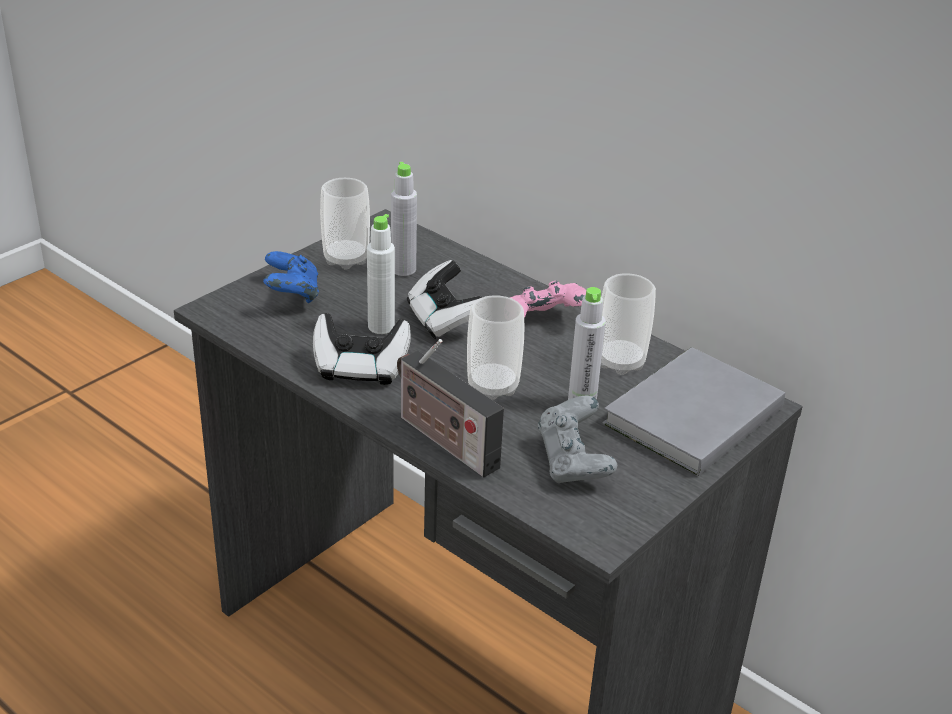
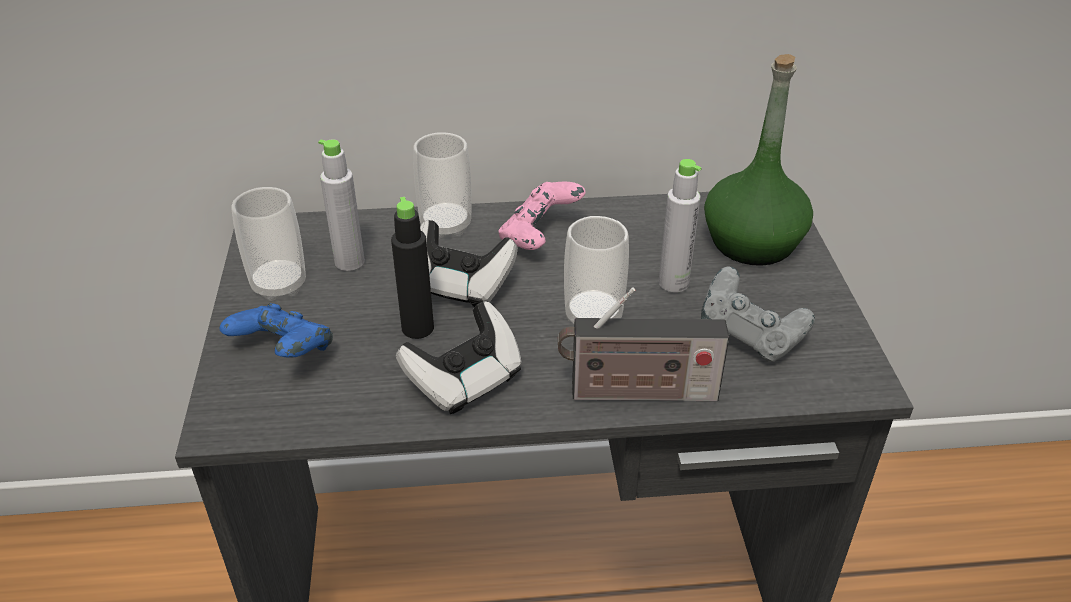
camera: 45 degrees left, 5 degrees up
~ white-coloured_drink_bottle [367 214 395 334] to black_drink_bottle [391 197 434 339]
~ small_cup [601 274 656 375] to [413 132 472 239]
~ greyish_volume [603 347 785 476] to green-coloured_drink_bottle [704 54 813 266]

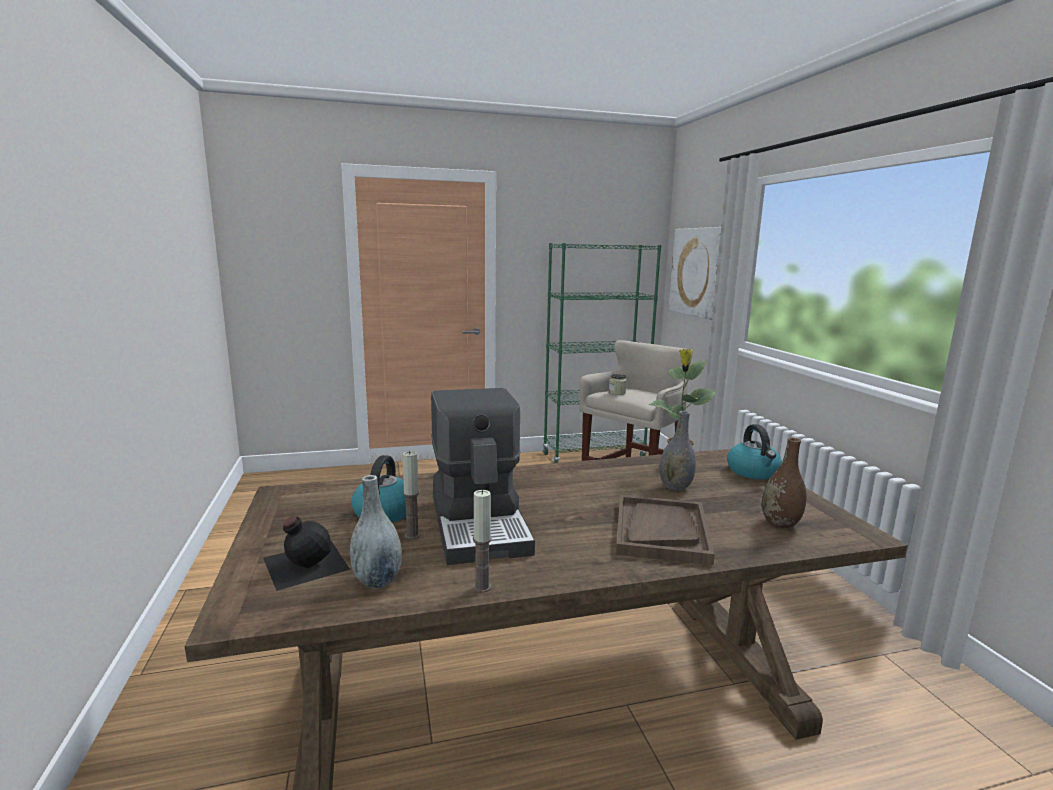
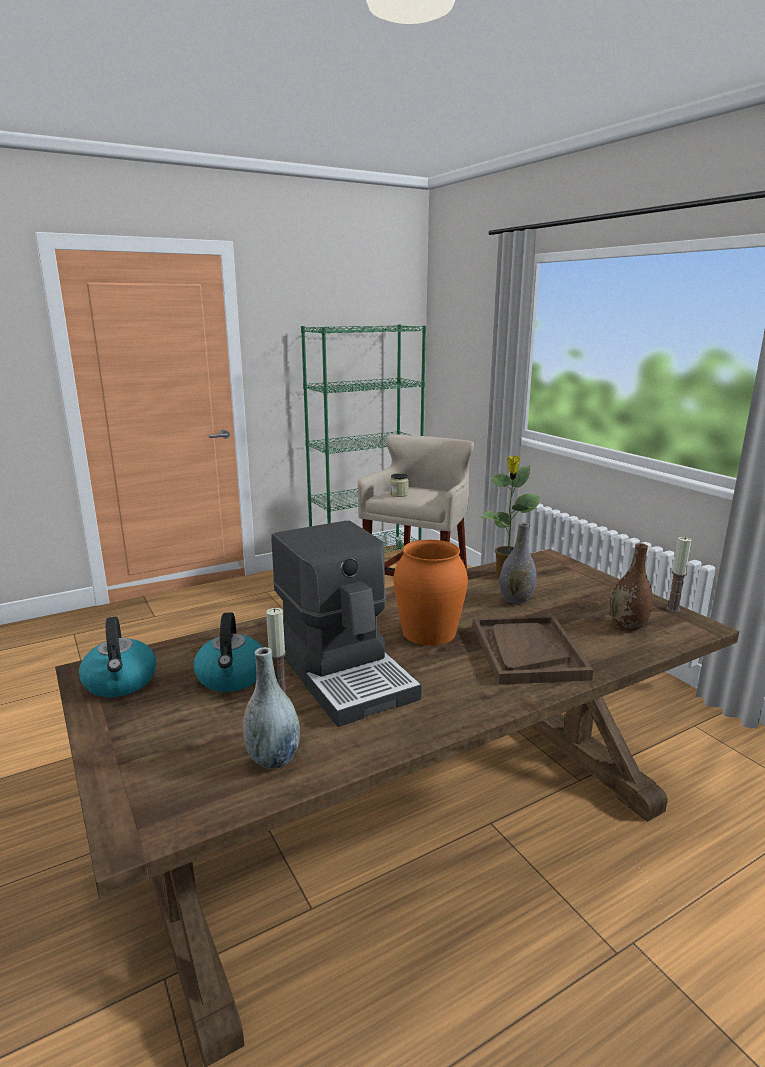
camera: 15 degrees left, 5 degrees up
~ water_kettle [727 424 782 479] to [79 617 157 697]
+ orange_decorative_vase [394 540 468 645]
~ candle [473 490 492 593] to [666 537 692 612]
- black_drink_bottle [263 516 350 591]
- picture [669 227 721 320]

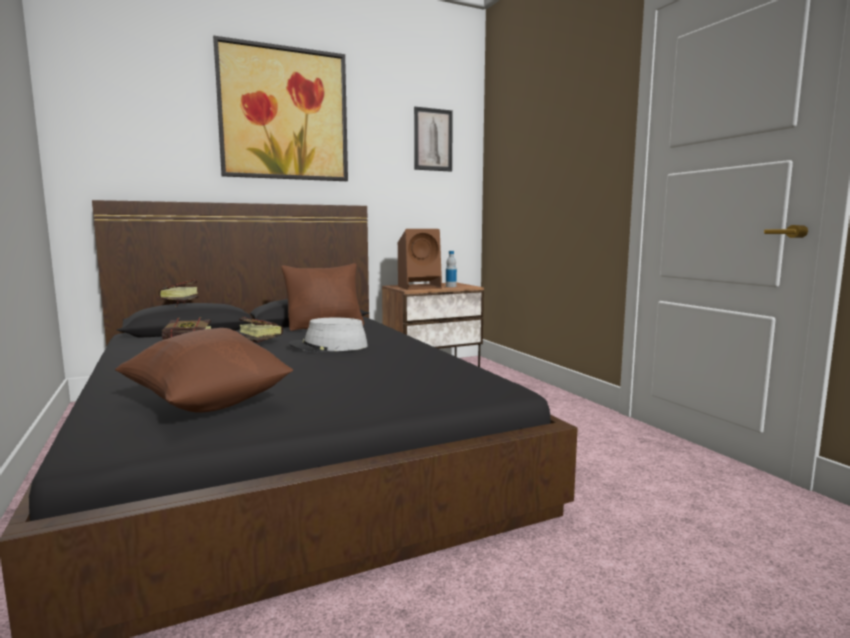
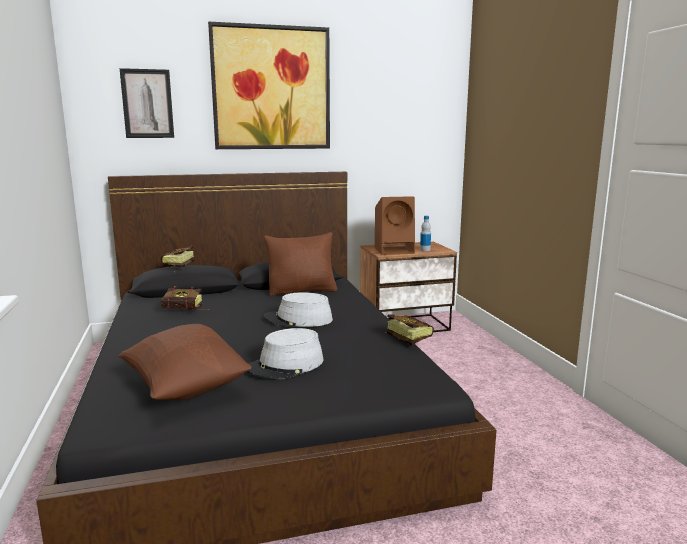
camera: 10 degrees right, 5 degrees up
~ picture [414 107 453 172] to [120 68 174 138]
+ greyish_hat [247 328 323 379]
~ volume [239 317 283 343] to [385 314 434 345]

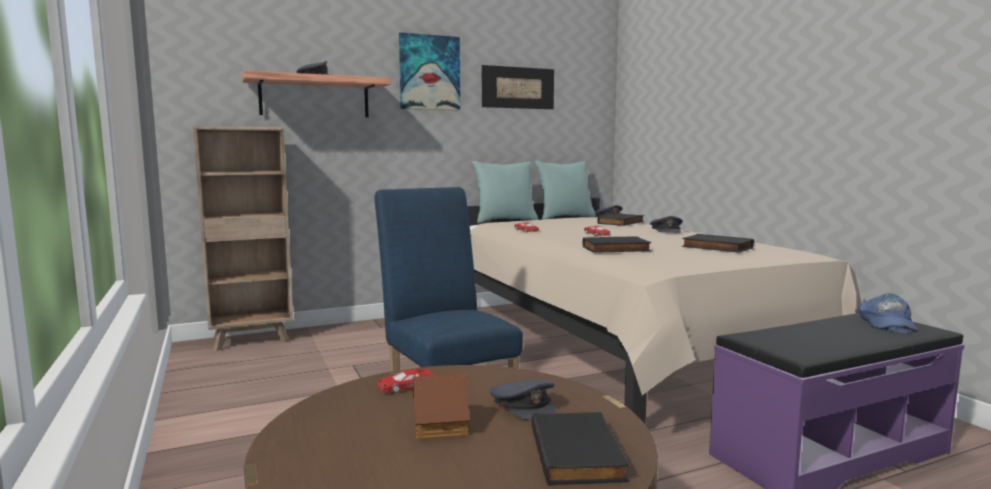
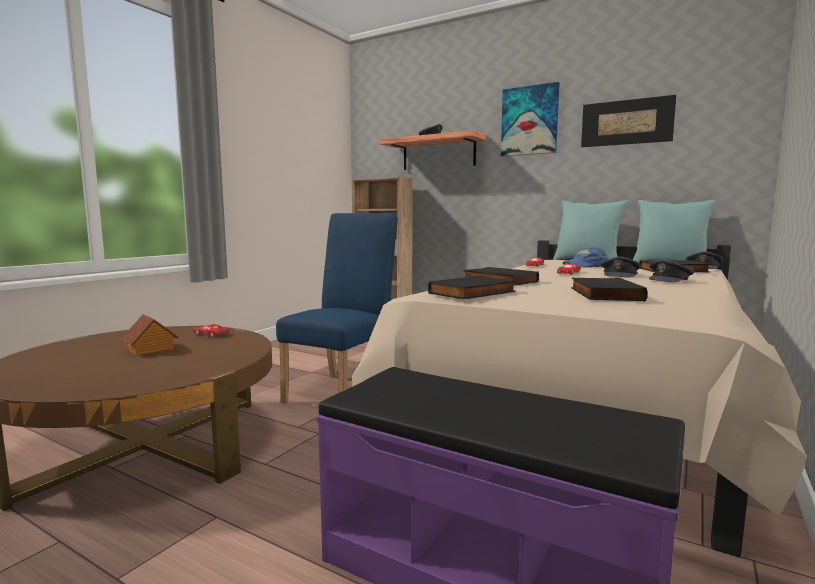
camera: 55 degrees right, 0 degrees up
~ black_volume [532 412 629 486] to [428 276 516 300]
~ bluish_cap [855 293 918 333] to [562 248 608 268]
~ greyish_cap [490 380 556 420] to [601 256 641 278]

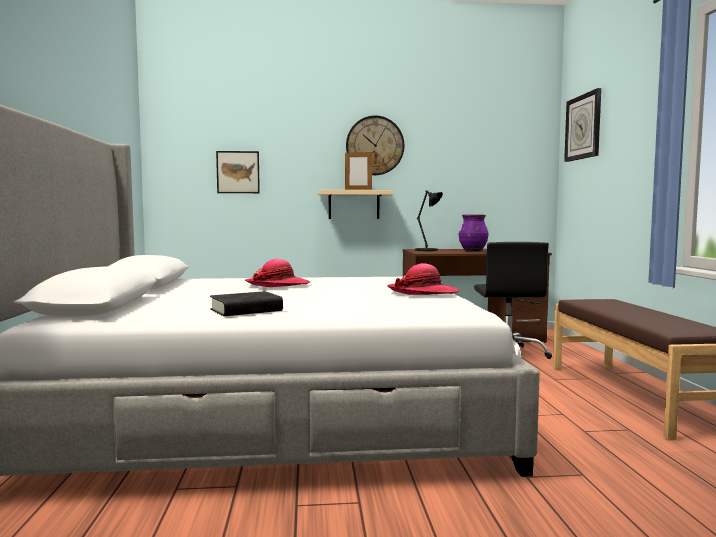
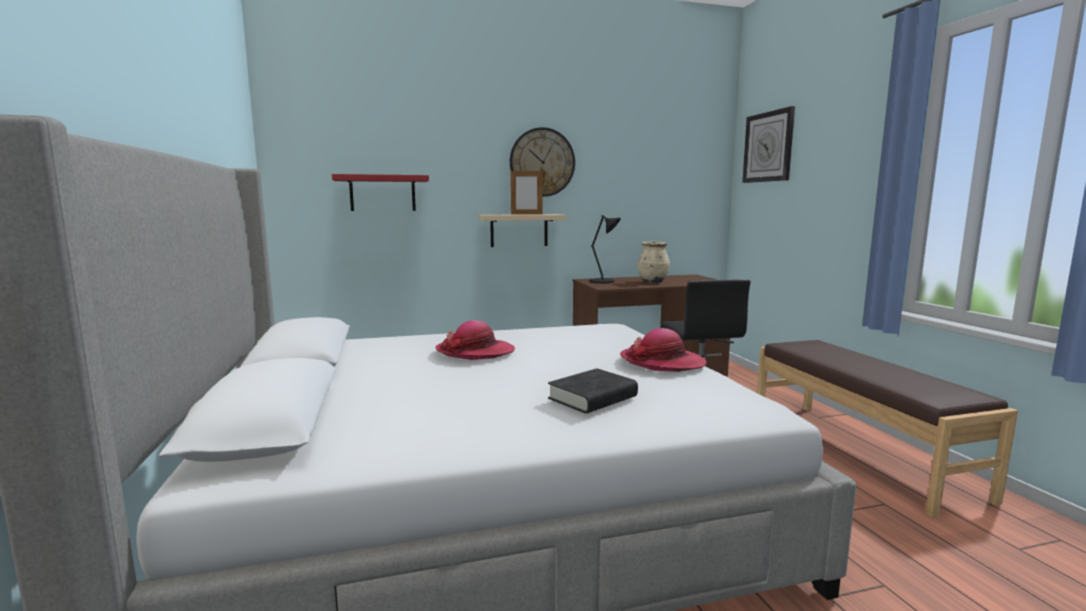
camera: 10 degrees left, 5 degrees up
~ picture [216 151 260 193] to reddish_wall_shelf [332 174 429 211]
~ black_volume [210 291 283 316] to [548 368 638 414]
~ purple_decorative_vase [459 215 488 252] to sand-coloured_decorative_vase [637 242 670 283]

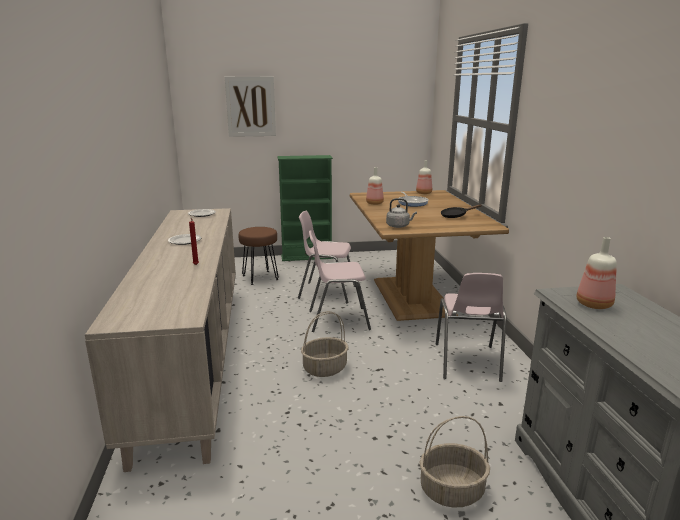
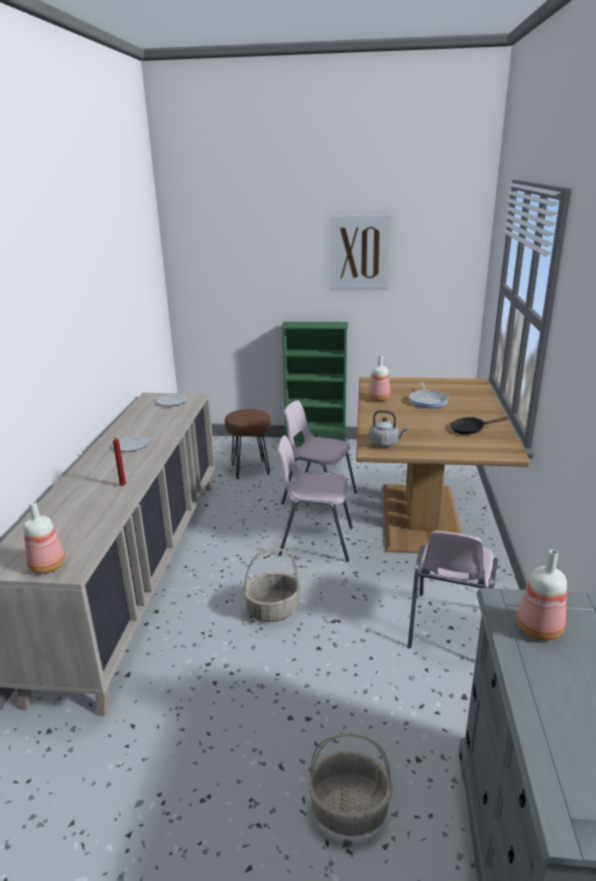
camera: 15 degrees right, 5 degrees up
~ drink_bottle [416 160 432 194] to [24 501 65 574]
~ picture [225 76 276 137] to [330 215 391 289]

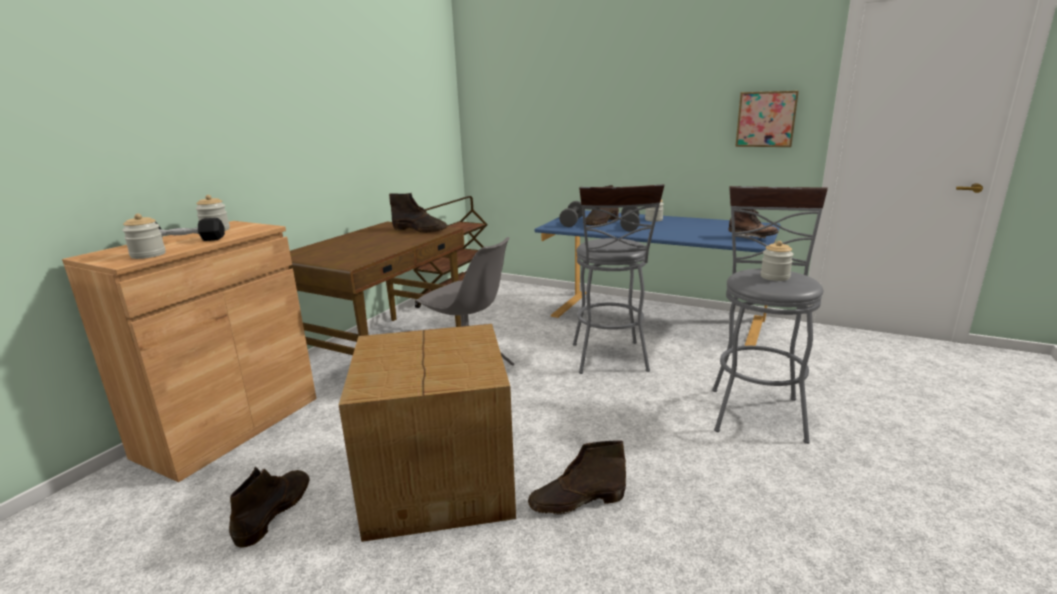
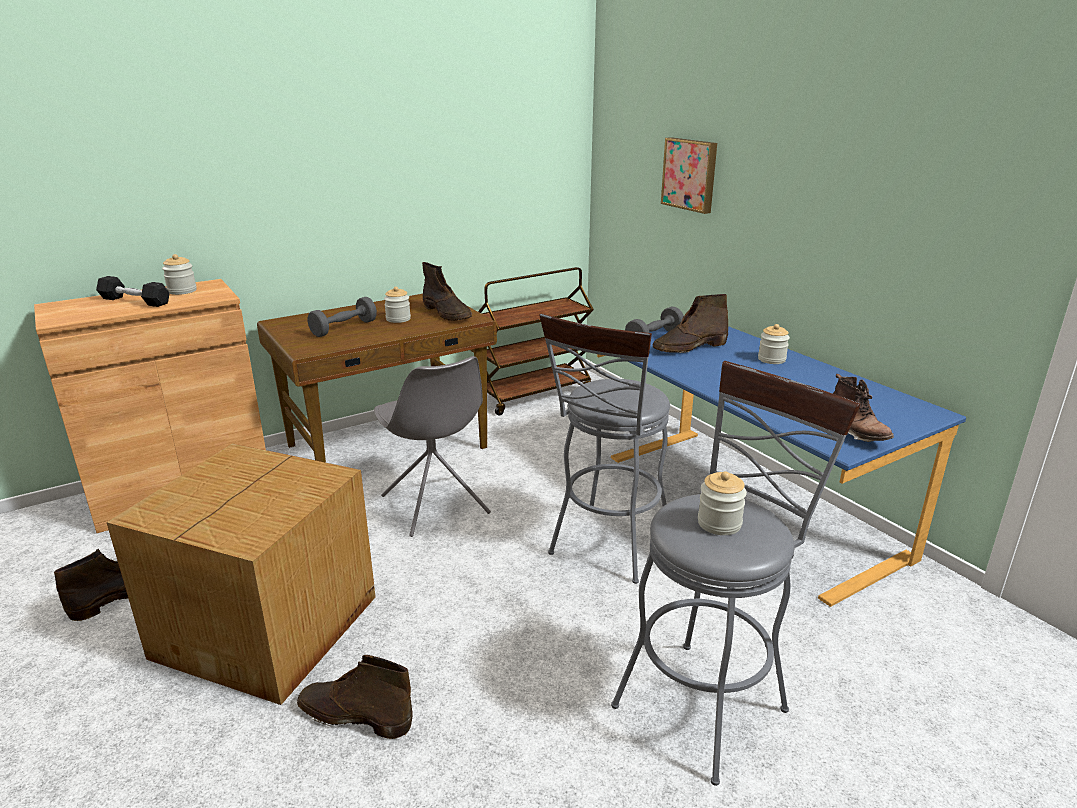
camera: 30 degrees right, 5 degrees up
~ greyish_dumbbell [620 207 640 232] to [307 297 377 337]
~ jar [122 214 166 259] to [384 287 411 323]
~ picture [735 91 799 147] to [661 137 717 214]

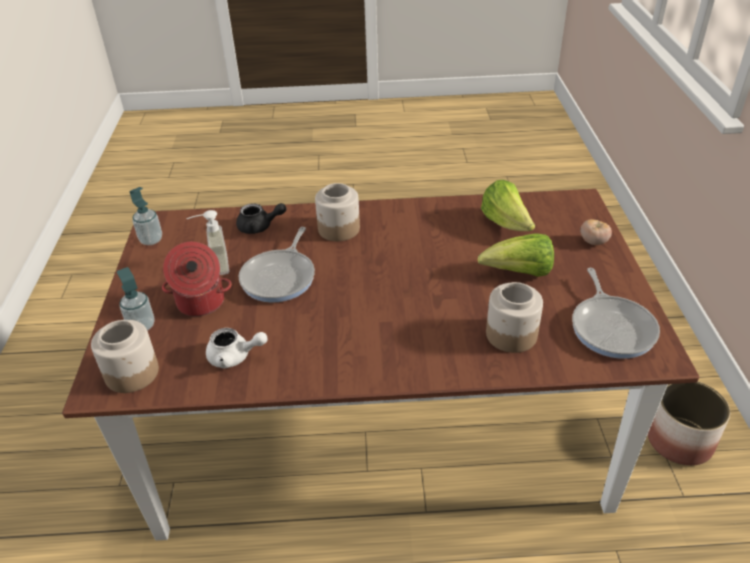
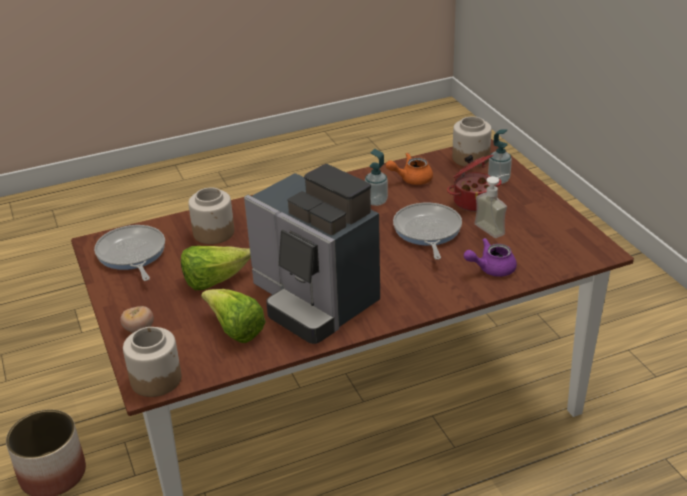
camera: 160 degrees right, 5 degrees down
~ jar [315 183 360 241] to [123 327 181 397]
+ coffee_maker [244 164 380 344]
~ soap_bottle [130 187 162 245] to [365 149 388 206]
~ white-coloured_teapot [206 328 268 368] to orange_teapot [386 153 433 185]
~ black_teapot [236 203 287 234] to purple_teapot [464 238 517 277]

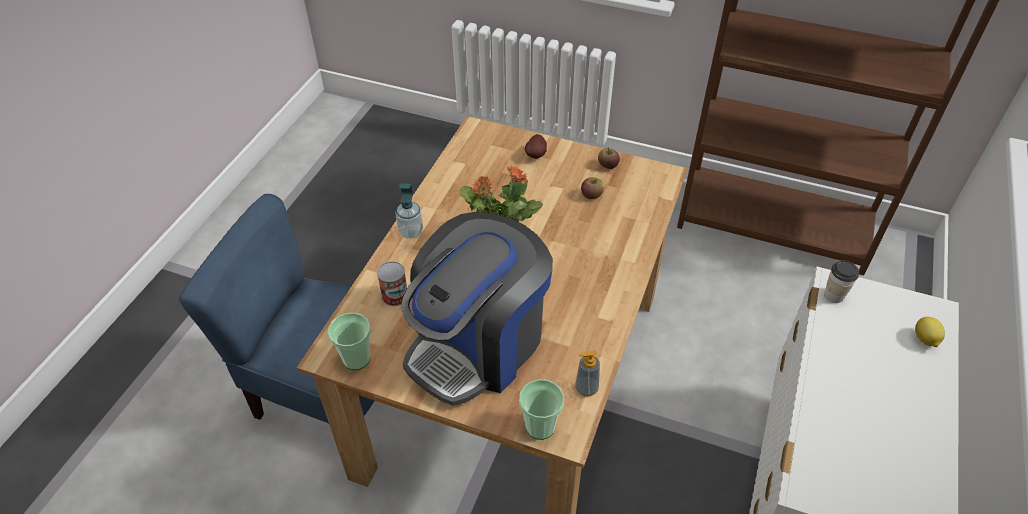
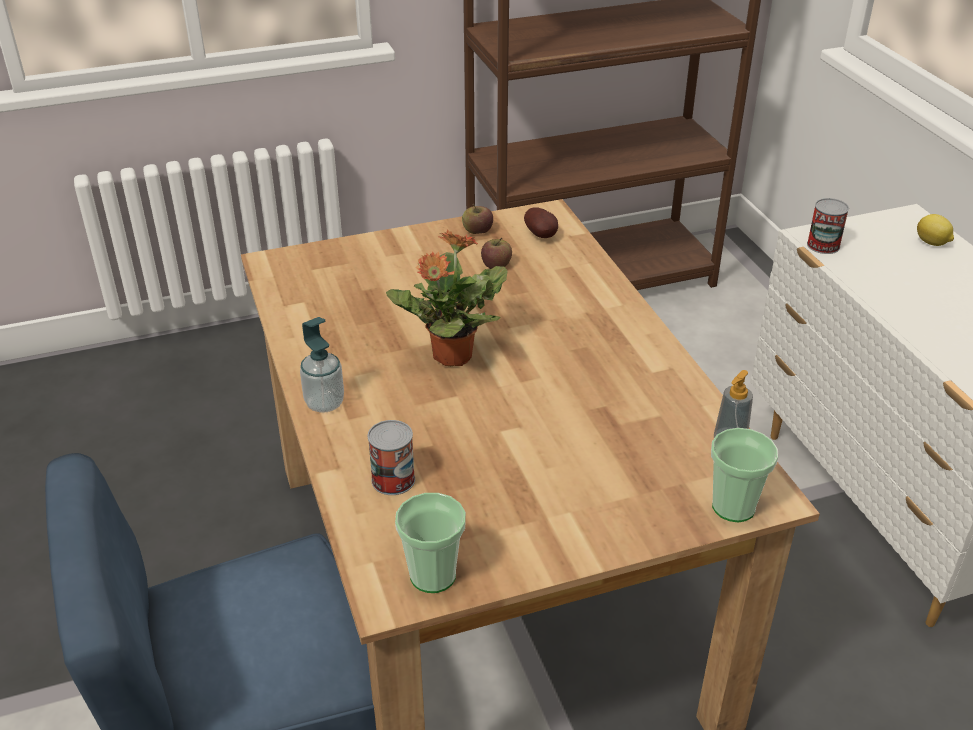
camera: 40 degrees left, 10 degrees down
~ spud [525 134 547 159] to [524 207 558 238]
~ small_cup [824 260 859 303] to metal_can [807 198 849 254]
- coffee_maker [401 212 553 406]

